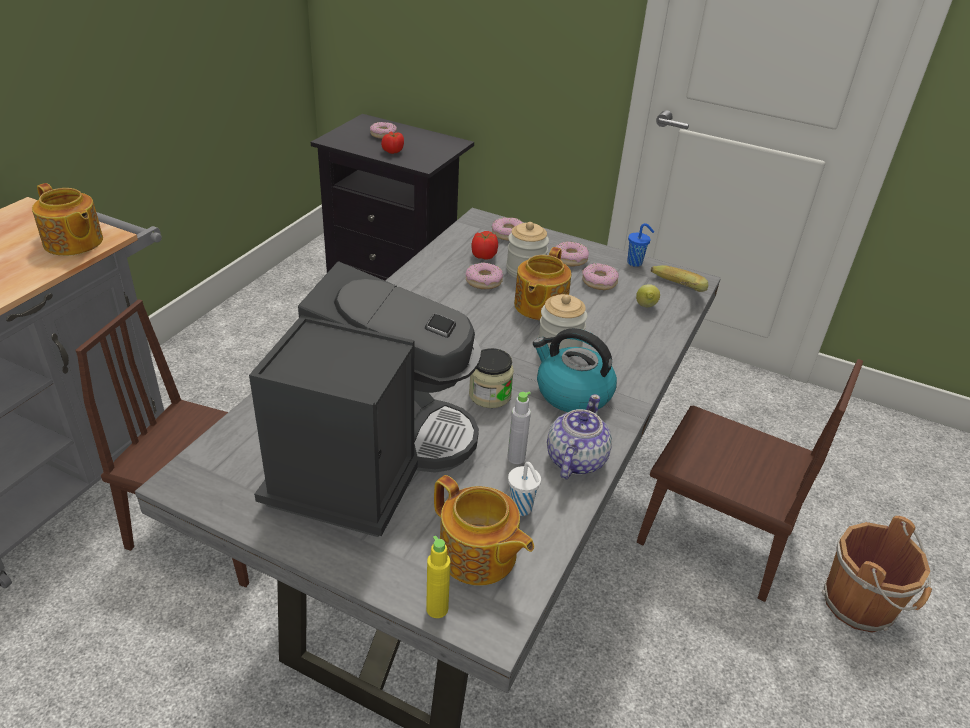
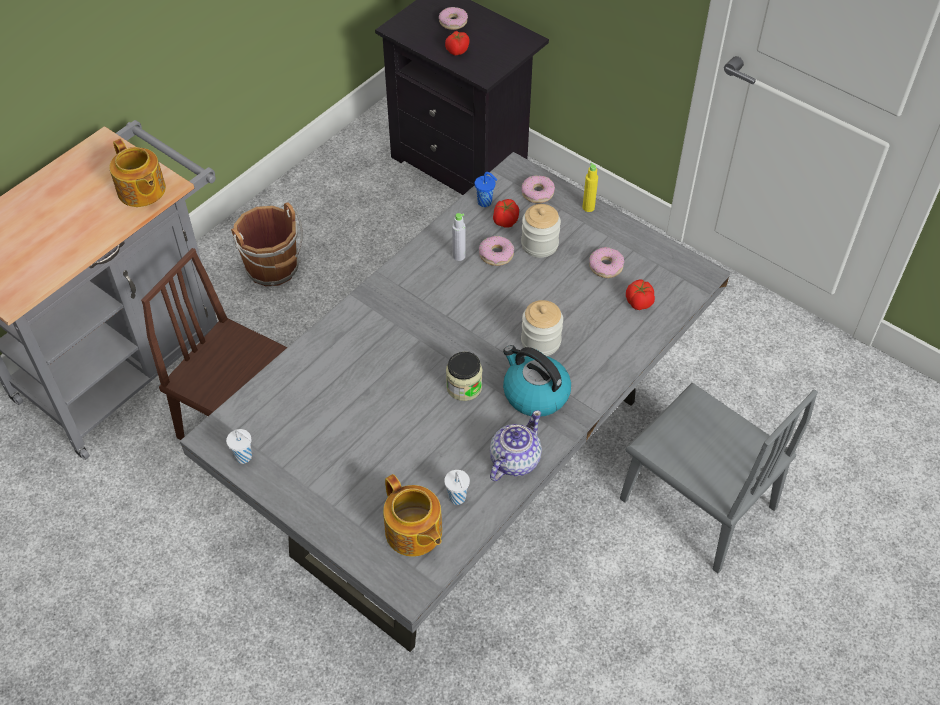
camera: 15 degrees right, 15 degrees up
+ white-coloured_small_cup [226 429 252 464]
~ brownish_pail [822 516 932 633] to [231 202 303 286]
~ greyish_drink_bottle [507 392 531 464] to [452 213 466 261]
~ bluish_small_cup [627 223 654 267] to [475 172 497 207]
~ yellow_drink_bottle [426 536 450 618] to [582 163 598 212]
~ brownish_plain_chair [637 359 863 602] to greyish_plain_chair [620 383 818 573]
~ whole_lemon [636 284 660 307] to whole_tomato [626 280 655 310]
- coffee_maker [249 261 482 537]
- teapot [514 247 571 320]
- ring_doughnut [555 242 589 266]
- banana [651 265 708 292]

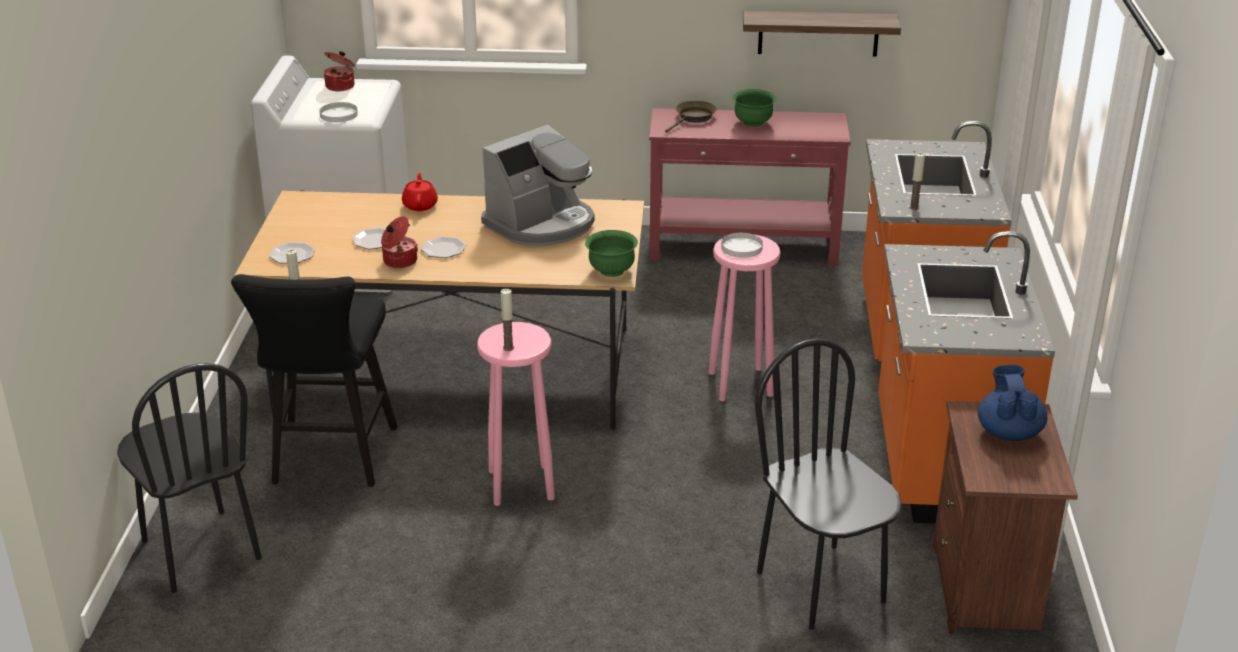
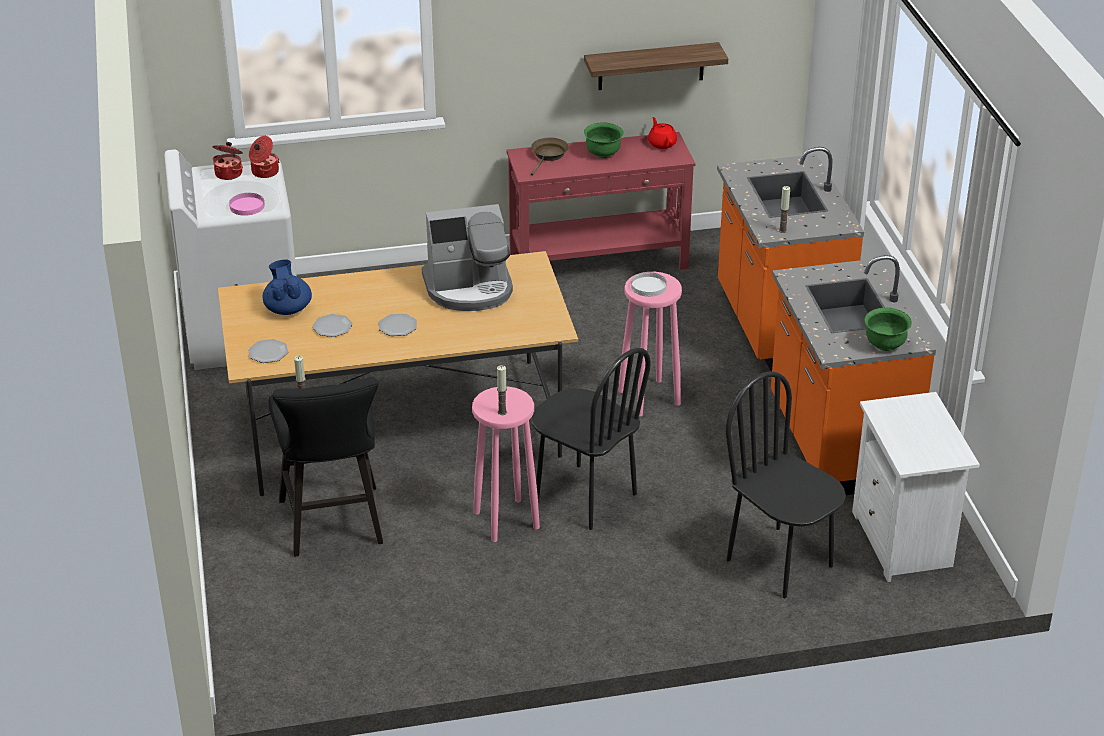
camera: 15 degrees left, 5 degrees up
~ white-coloured_plate [319 102 358 123] to pink_plate [229 193 265 216]
~ stockpot [381 216 418 268] to [249 136 279 178]
~ bluish_teapot [978 364 1047 441] to [262 259 312 315]
~ coffee_maker [481 125 595 246] = [422 204 513 311] 45 degrees clockwise
~ black_plain_chair [117 363 262 593] to [531 348 651 530]
~ reddish_teapot [402 173 438 211] to [648 117 677 149]
~ brownish_night_table [933 401 1078 634] to white-coloured_night_table [852 392 980 582]
~ green-coloured_bowl [585 230 638 277] to [865 308 912 351]

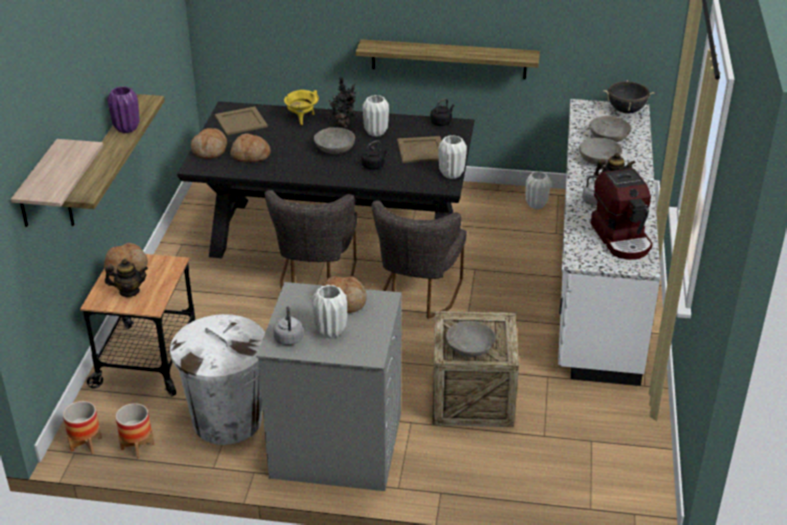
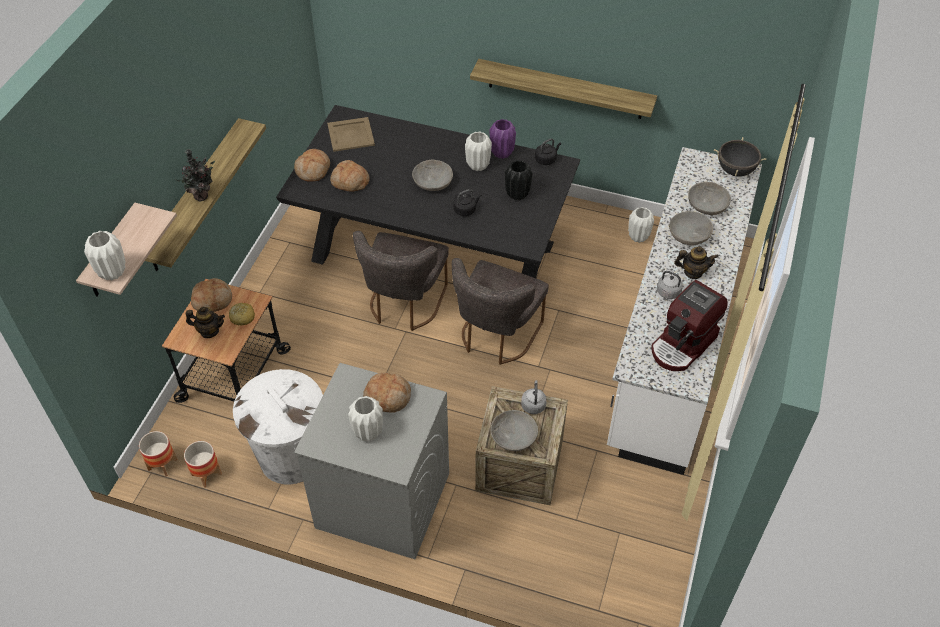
camera: 10 degrees right, 15 degrees up
~ white-coloured_decorative_vase [438 135 467 179] to [84 231 126 280]
~ plant_in_a_pot [329 77 356 128] to [175 149 215 202]
+ bakery_bread [229 303 255 326]
~ purple_decorative_vase [107 86 140 133] to [490 119 516 159]
~ sand-coloured_serving_tray [397 136 442 163] to black_decorative_vase [505 160 533 200]
~ greyish_water_kettle [273 307 303 345] to [521 380 547 414]
~ coffee_maker [591 168 653 260] = [651 280 728 371] 45 degrees clockwise
- yellow_stockpot [284 90 319 125]

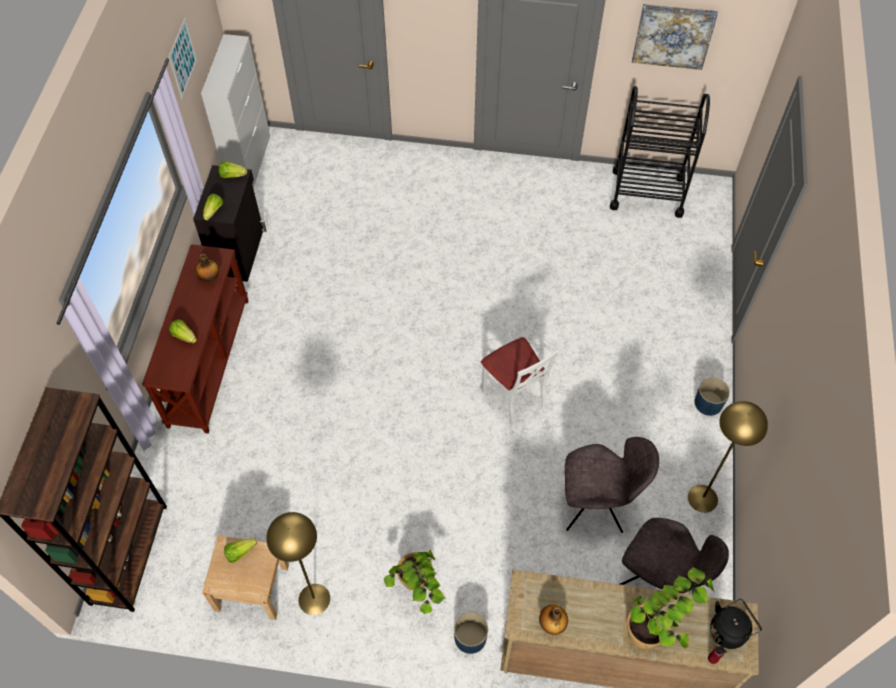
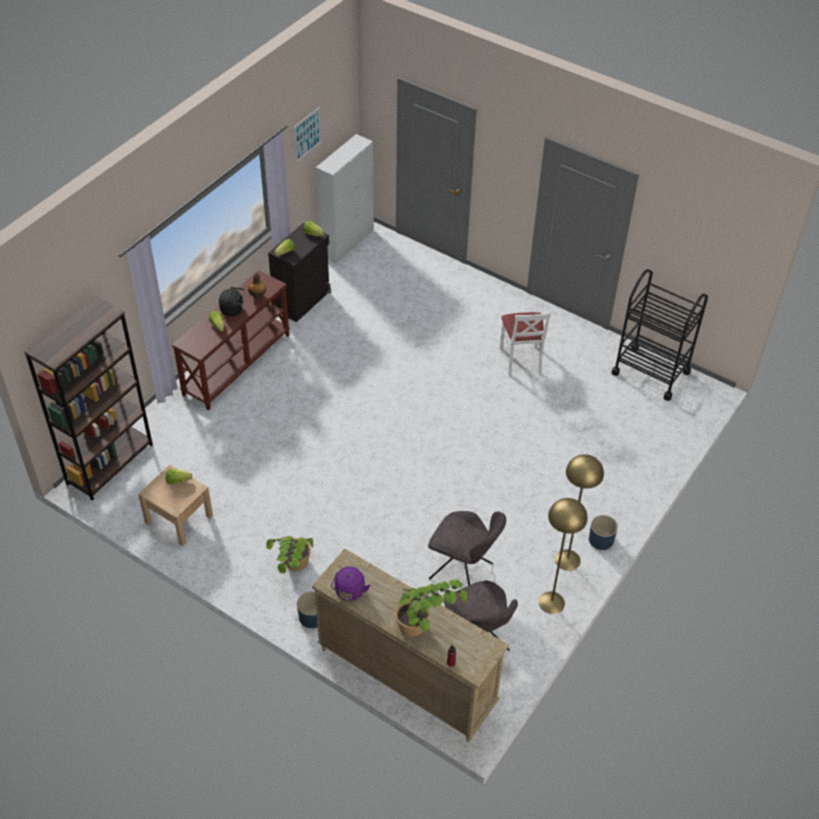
camera: 25 degrees right, 10 degrees down
~ black_water_kettle [710 599 762 649] to [219 287 245 316]
~ drink_bottle [539 605 568 635] to purple_water_kettle [331 566 370 601]
~ white-coloured_plain_chair [481 337 558 425] to [500 312 551 376]
~ yellow_standing_lamp [266 512 330 615] to [555 454 604 571]
- picture [632 4 718 70]

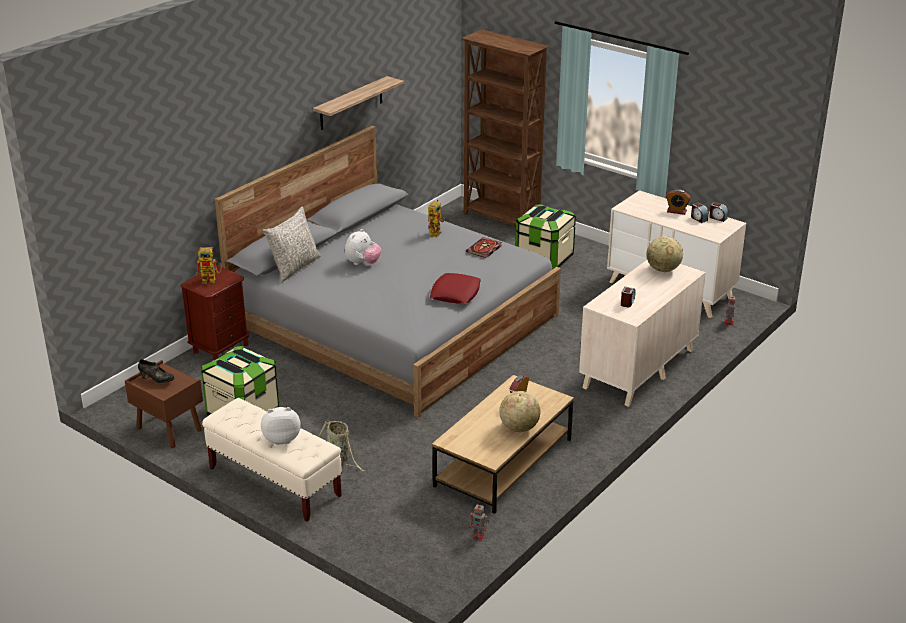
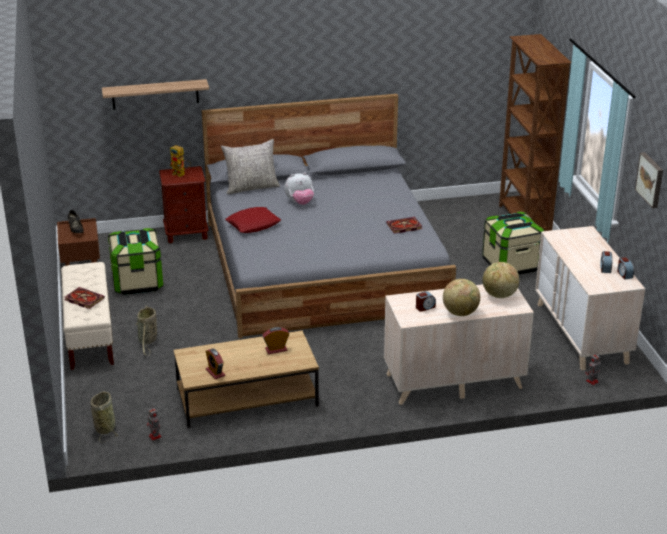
camera: 40 degrees right, 0 degrees up
~ cuddly_toy [261 407 301 445] to volume [65 287 105 309]
+ basket [90 391 118 443]
~ wall_shelf [313 76 404 130] to [102 79 209 110]
~ alarm_clock [666 189 691 215] to [206 349 225 379]
~ reddish_cushion [430 273 481 304] to [225 207 281 233]
~ globe [499 391 540 432] to [443 279 480 316]
+ picture [635 152 663 208]
- model_robot [428 200 445 237]

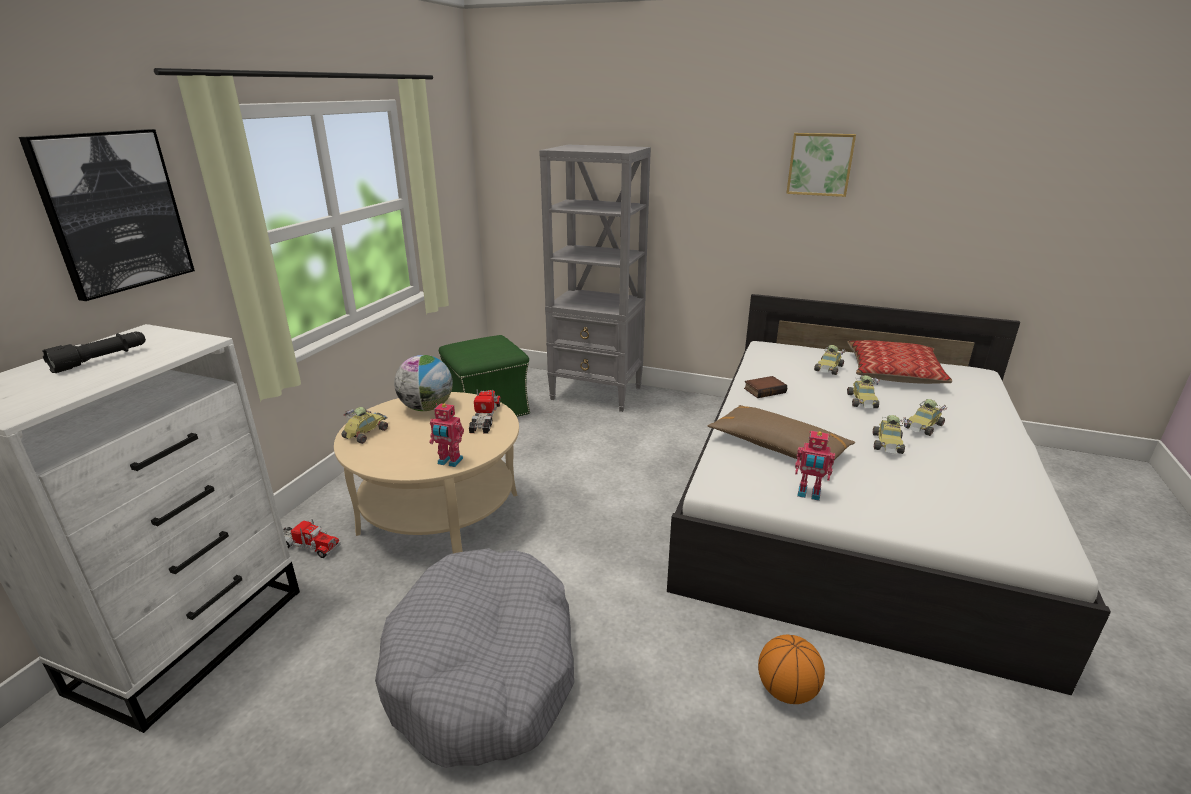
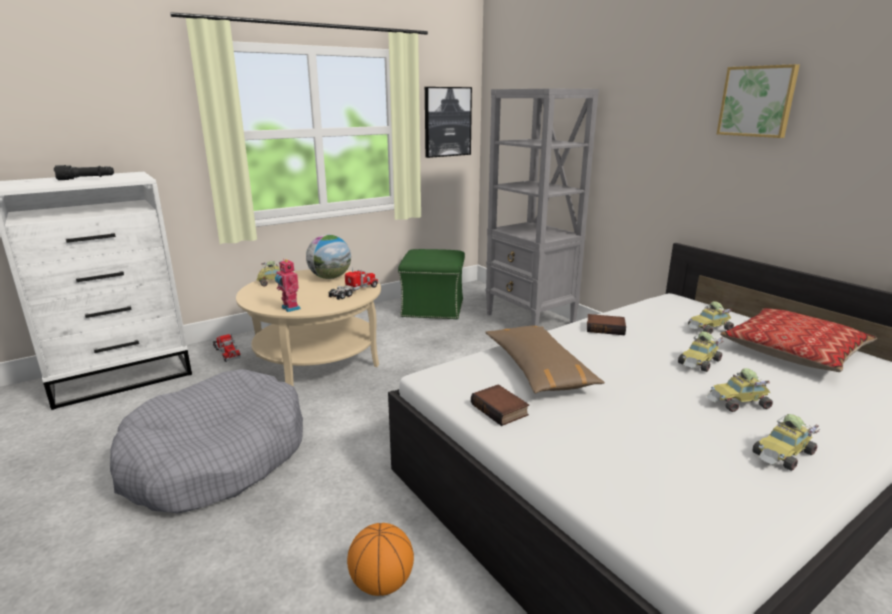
camera: 35 degrees right, 5 degrees down
~ picture [19 129 195 301] to [425 87 472 158]
~ model_robot [795 431 835 501] to volume [471 384 529 426]
~ toy_car [872 415 909 454] to [752 414 820 471]

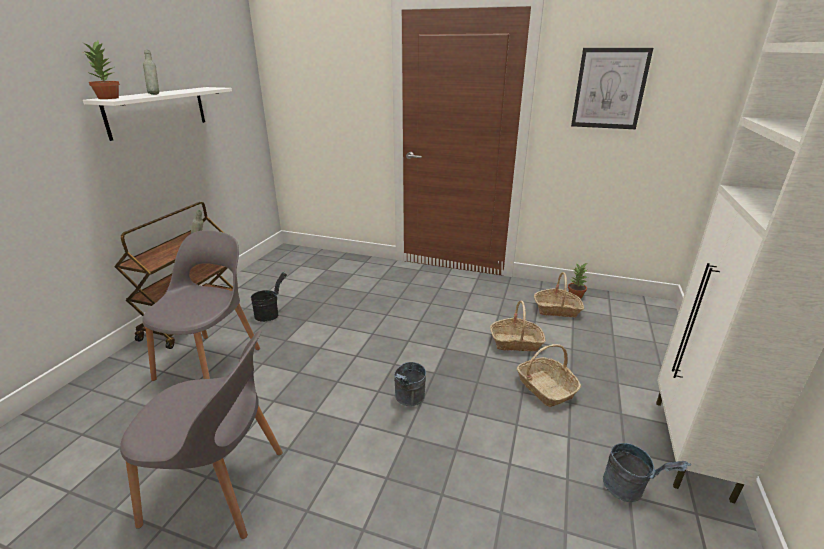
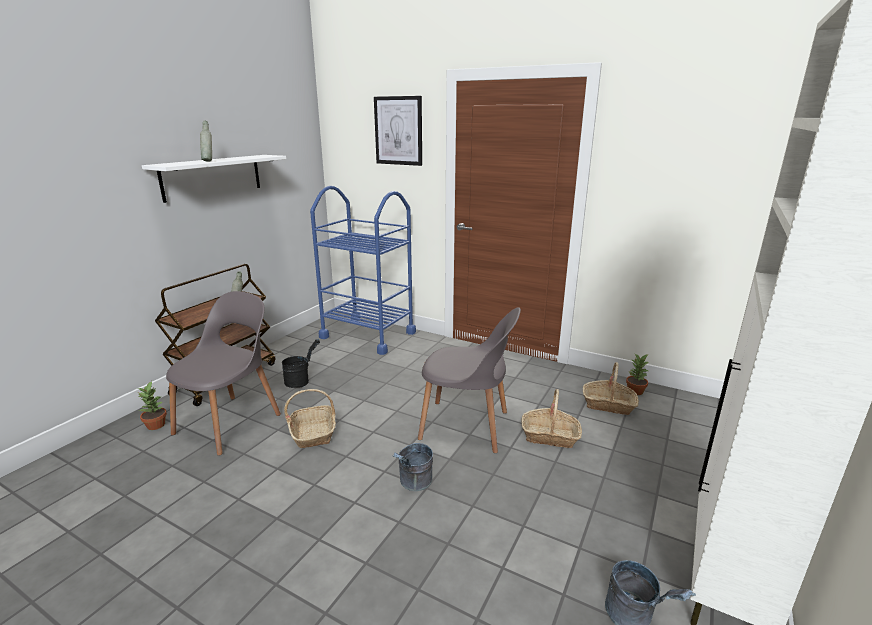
camera: 10 degrees right, 5 degrees down
~ plant_in_a_pot [84 41 120 99] to [138 381 167 430]
~ basket [517 344 581 407] to [284 389 336 448]
+ bluish_wheeled_cart [310 186 416 355]
~ picture [571 48 653 129] to [374 96 422 166]
~ greyish_plain_chair [120 330 283 539] to [418 307 521 453]

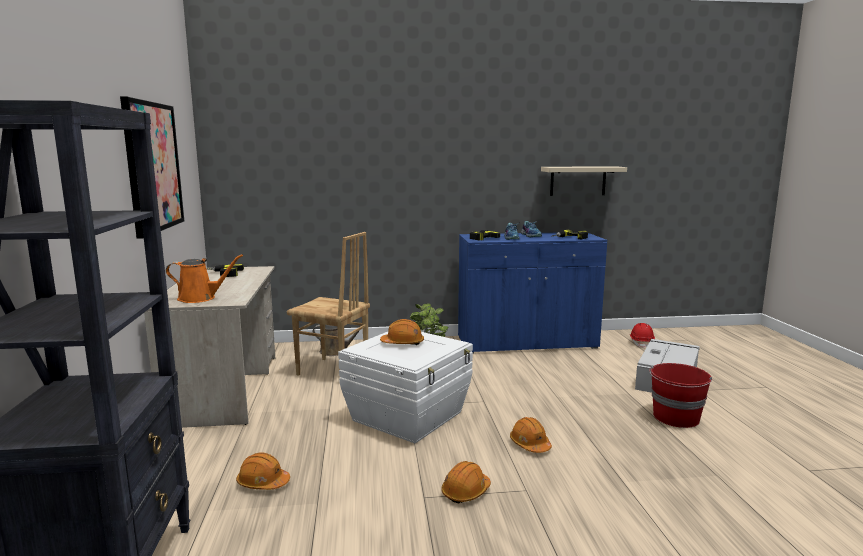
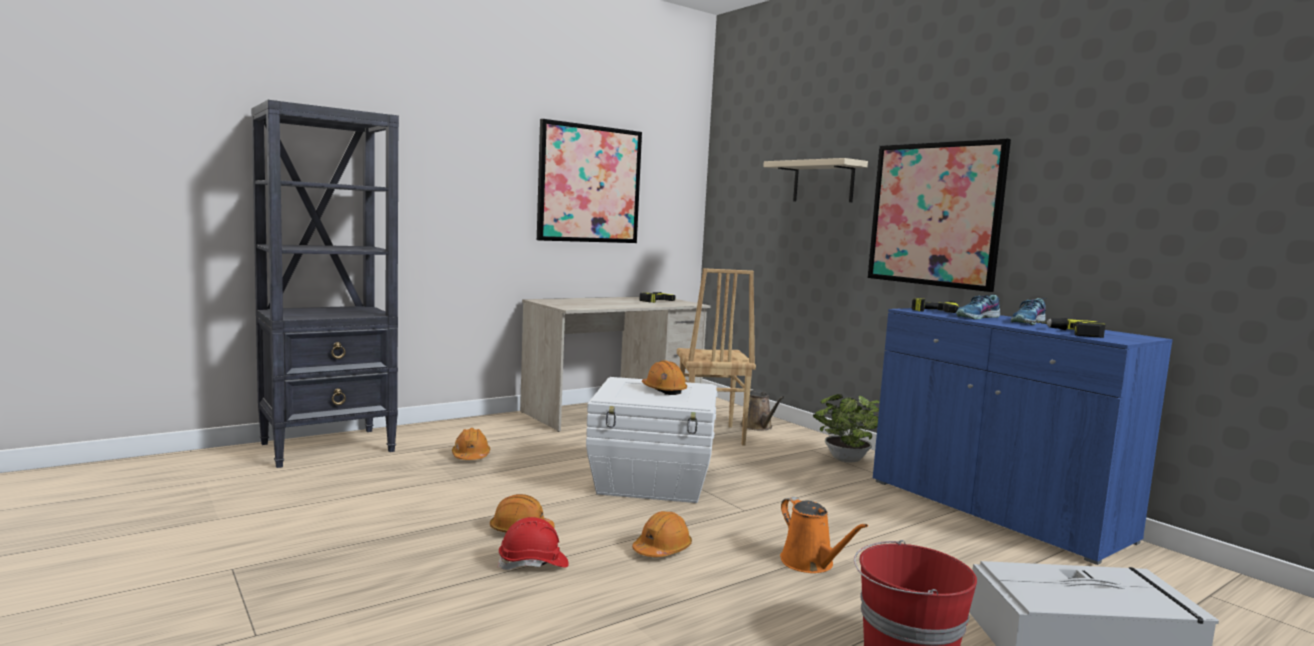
camera: 60 degrees right, 5 degrees down
~ reddish_hard_hat [630 323 655 348] to [497 517 569 570]
~ sand-coloured_wall_shelf [541 166 627 196] to [763 158 868 202]
~ orange_watering_pot [166 254 243 303] to [780 497 868 573]
+ picture [868 138 1011 292]

